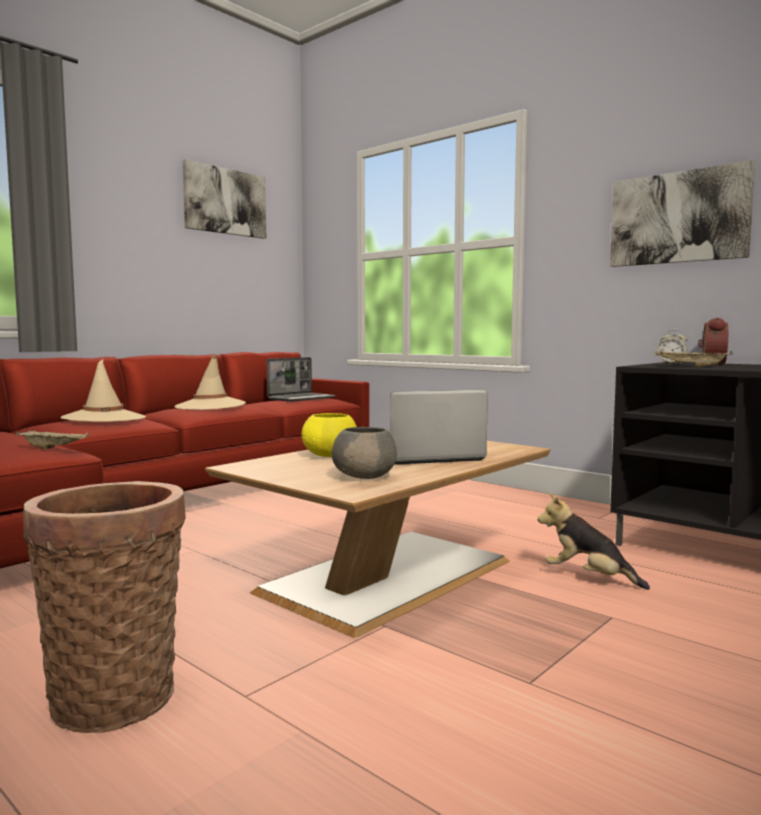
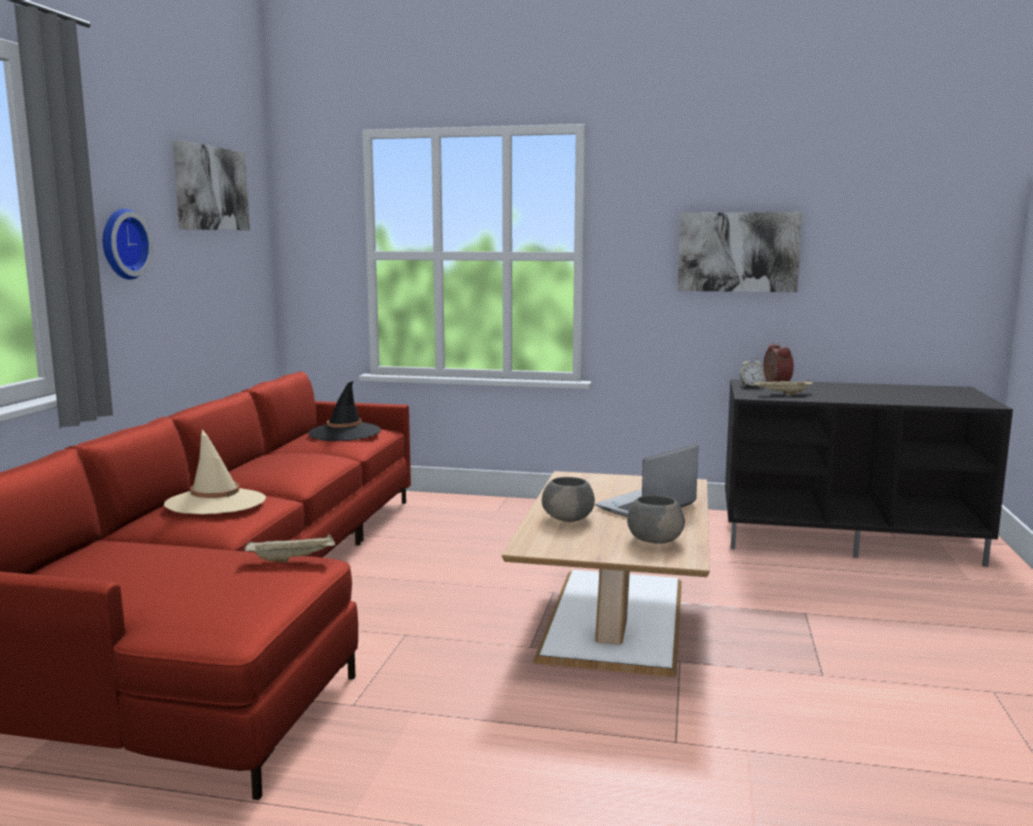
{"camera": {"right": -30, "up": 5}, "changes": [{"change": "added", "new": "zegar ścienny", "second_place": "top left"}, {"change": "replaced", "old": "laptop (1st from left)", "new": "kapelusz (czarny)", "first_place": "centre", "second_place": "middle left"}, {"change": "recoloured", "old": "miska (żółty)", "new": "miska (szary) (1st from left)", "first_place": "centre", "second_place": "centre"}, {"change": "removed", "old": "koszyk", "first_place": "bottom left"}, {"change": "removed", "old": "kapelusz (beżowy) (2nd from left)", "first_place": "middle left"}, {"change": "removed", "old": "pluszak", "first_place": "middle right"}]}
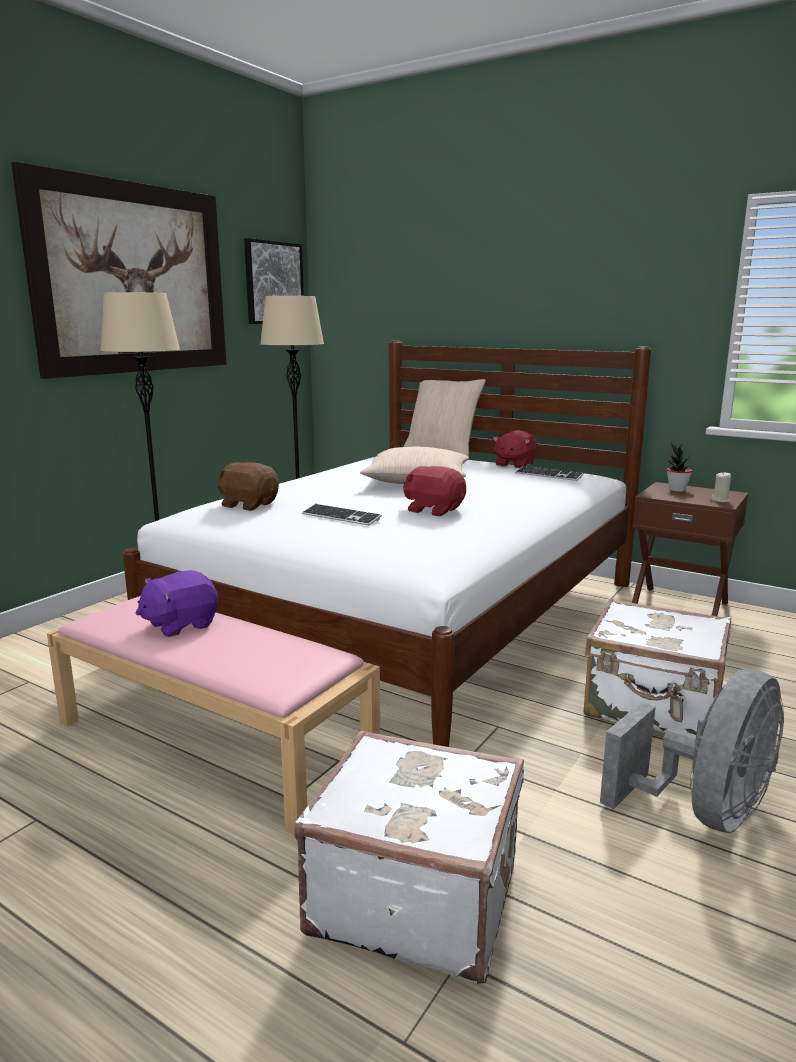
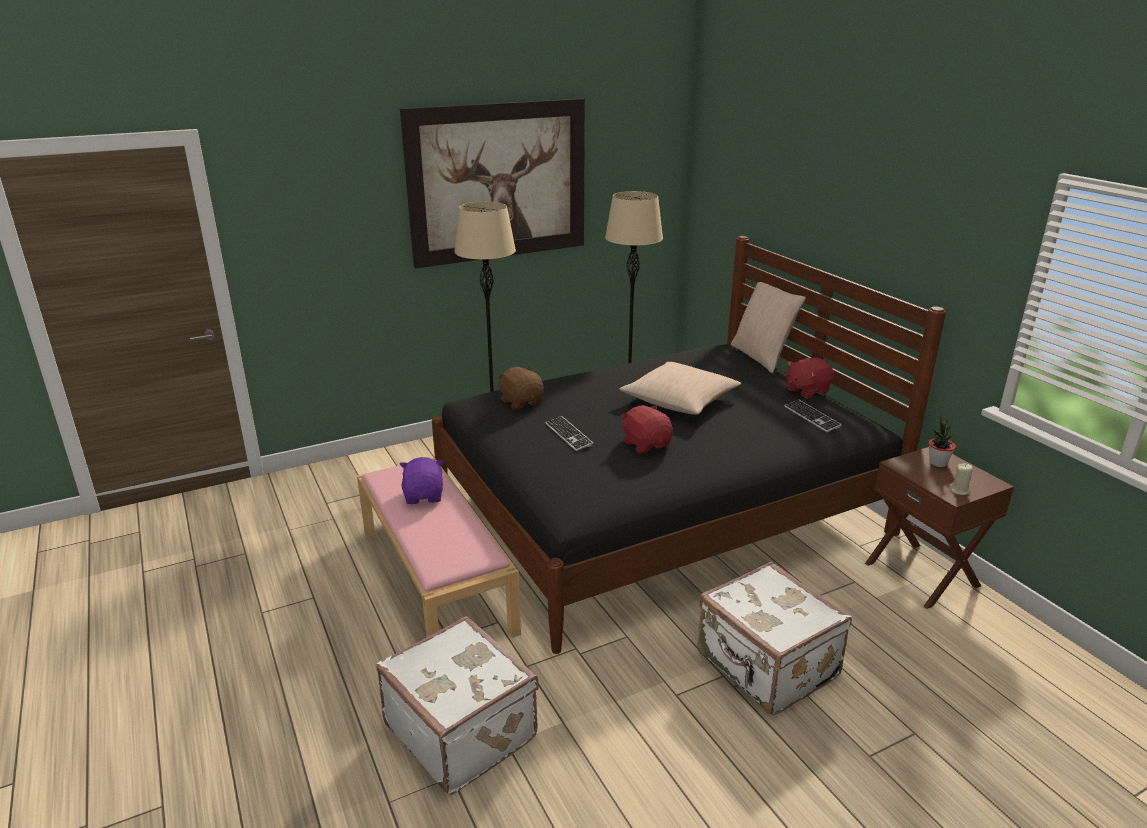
{"camera": {"right": 30, "up": 10}, "changes": [{"change": "turned", "old": "pluszak (fioletowy)", "first_place": "middle left", "second_place": "centre", "degrees": 90}, {"change": "recoloured", "old": "łóżko (biały)", "new": "łóżko (czarny)", "first_place": "centre", "second_place": "centre"}, {"change": "removed", "old": "obraz (2nd from left)", "first_place": "top centre"}, {"change": "removed", "old": "wentylator (szary)", "first_place": "bottom right"}]}
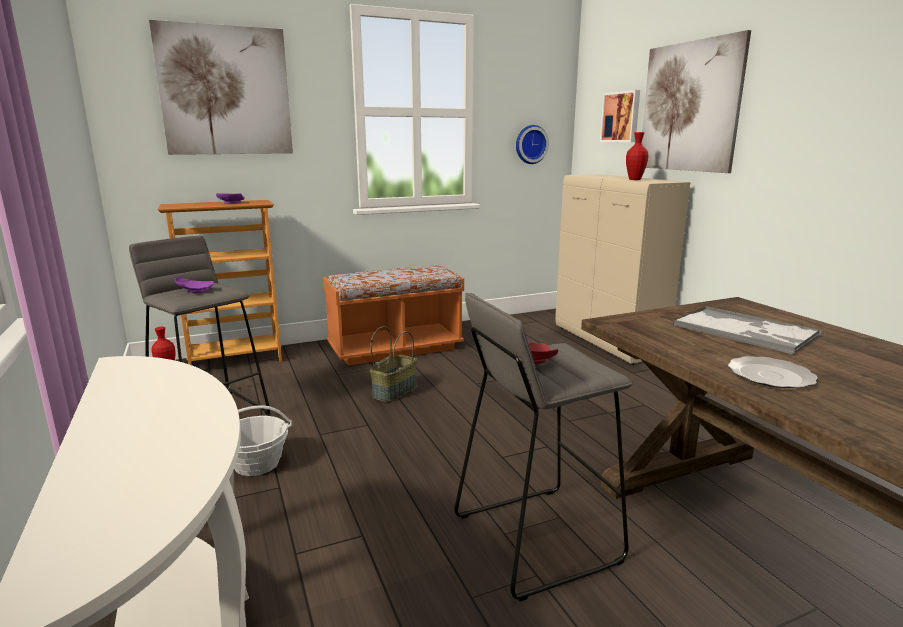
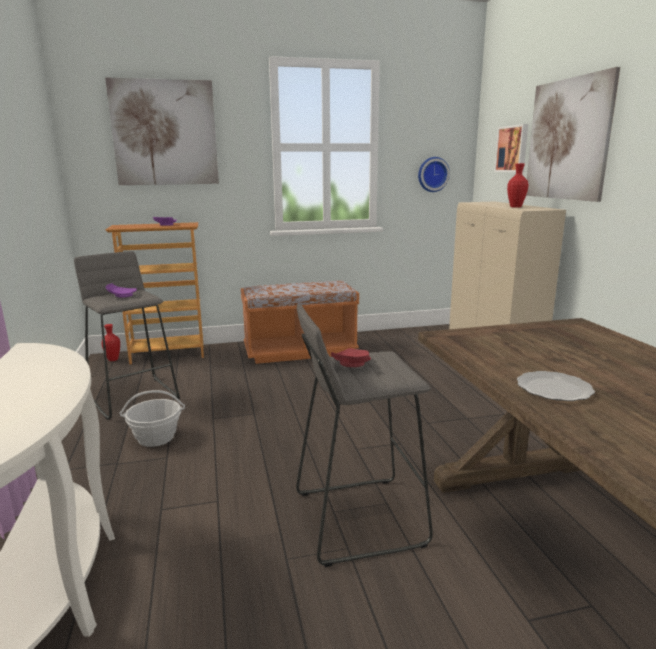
{"camera": {"right": 10, "up": 0}, "changes": [{"change": "removed", "old": "koszyk (2nd from left)", "first_place": "centre"}, {"change": "removed", "old": "taca", "first_place": "middle right"}]}
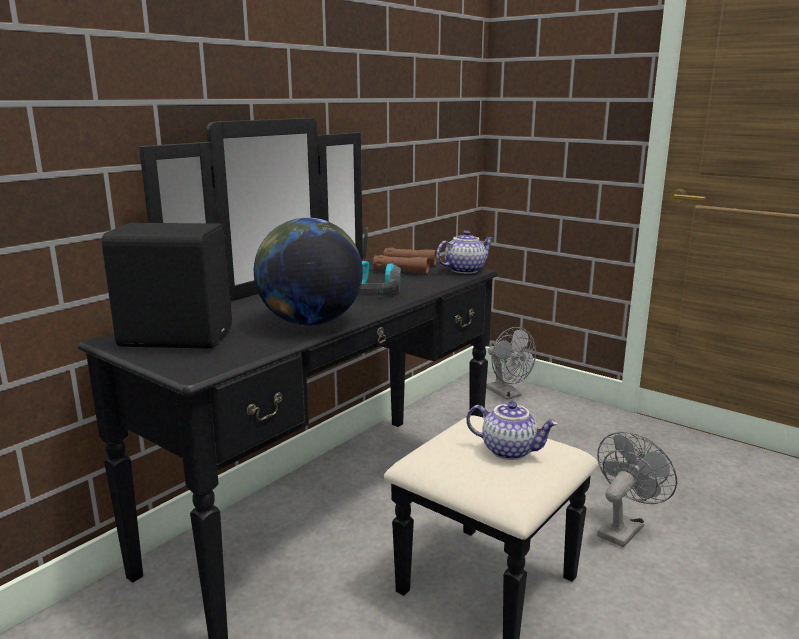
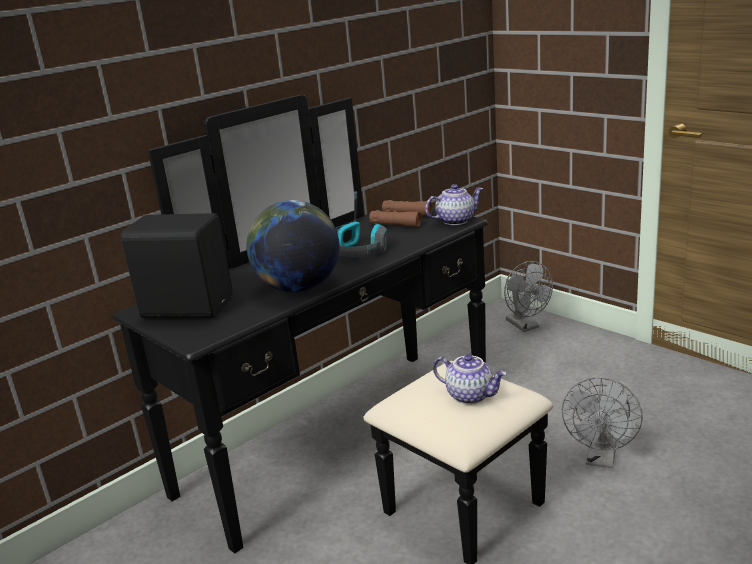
{"camera": {"right": 10, "up": 5}, "changes": [{"change": "turned", "old": "wentylator (szary) (2nd from left)", "first_place": "bottom right", "second_place": "bottom right", "degrees": 150}]}
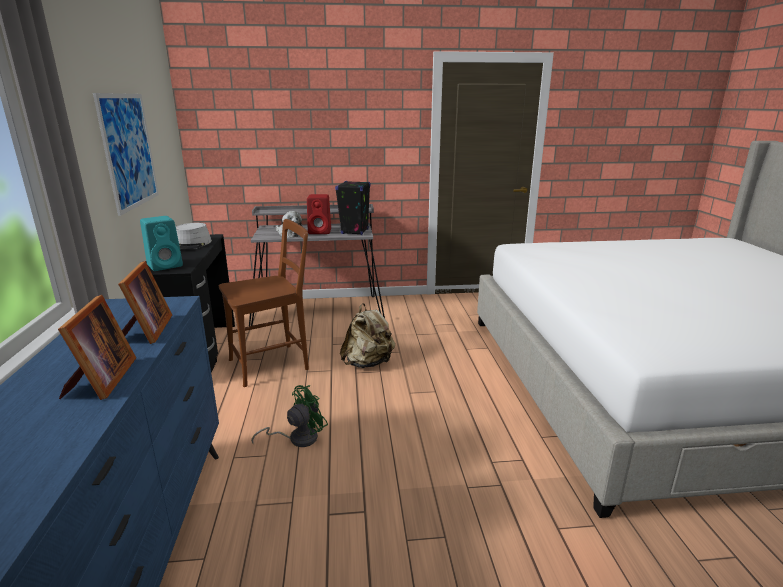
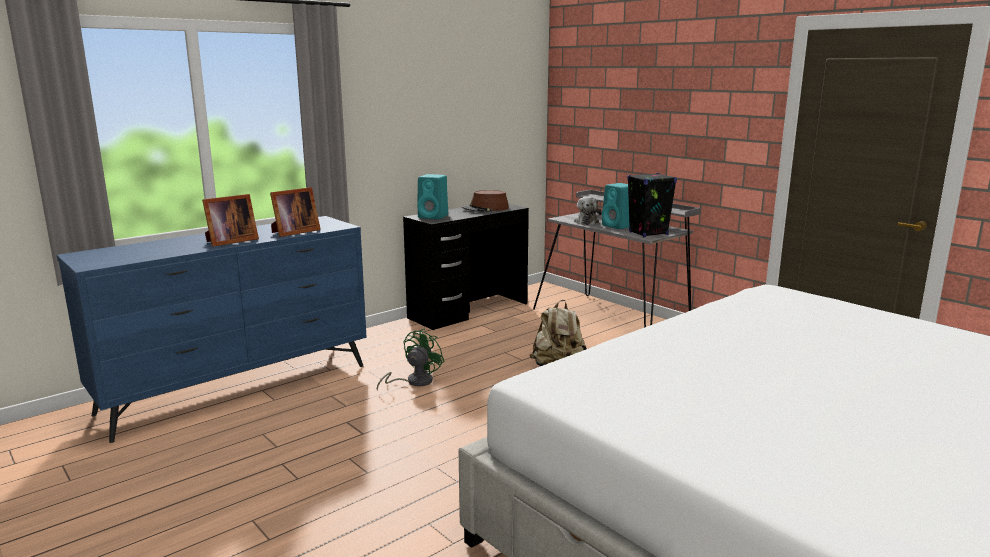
{"camera": {"right": 55, "up": -5}, "changes": [{"change": "turned", "old": "wentylator (zielony)", "first_place": "bottom centre", "second_place": "centre", "degrees": -75}, {"change": "recoloured", "old": "kapelusz (szary)", "new": "kapelusz (brązowy)", "first_place": "middle left", "second_place": "centre"}, {"change": "recoloured", "old": "głośnik (czerwony)", "new": "głośnik (turkusowy) (2nd from left)", "first_place": "centre", "second_place": "centre"}, {"change": "removed", "old": "obraz", "first_place": "top left"}, {"change": "removed", "old": "krzesło (brązowy)", "first_place": "centre"}]}
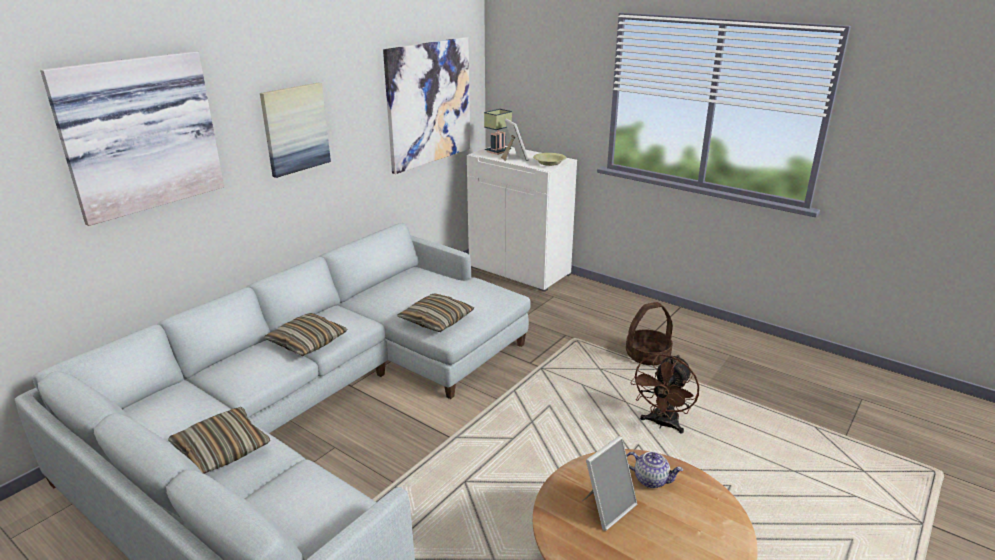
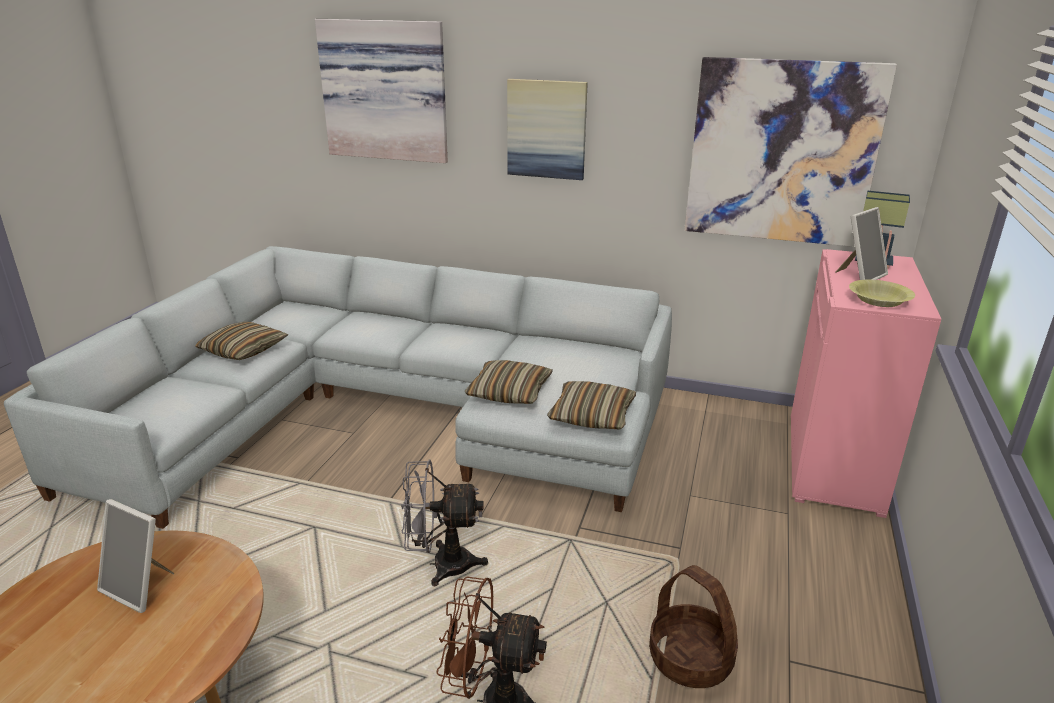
{"camera": {"right": 70, "up": 0}, "changes": [{"change": "added", "new": "wentylator (szary)", "second_place": "bottom centre"}, {"change": "moved", "old": "poduszka (2nd from left in the first image)", "new": "poduszka (3rd from left)", "first_place": "middle left", "second_place": "centre"}, {"change": "recoloured", "old": "szafka (biały)", "new": "szafka (różowy)", "first_place": "centre", "second_place": "middle right"}, {"change": "removed", "old": "imbryk", "first_place": "bottom centre"}]}
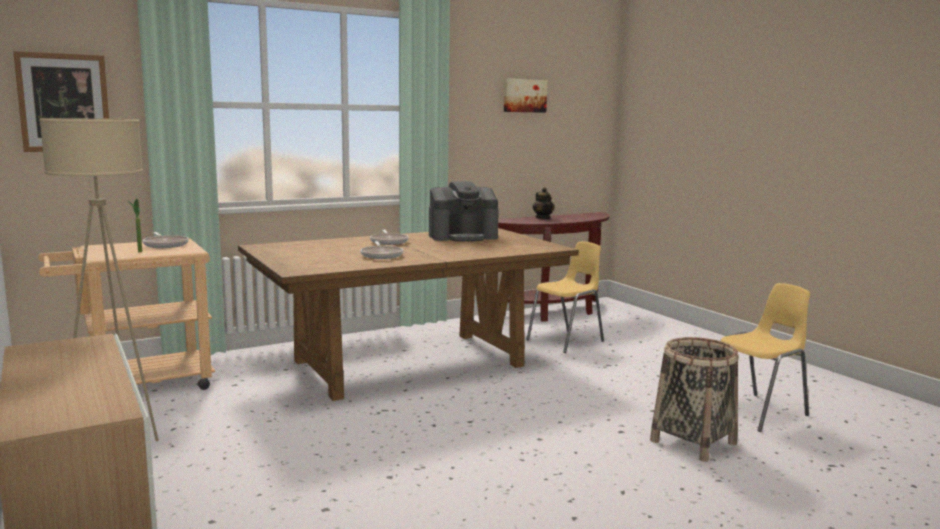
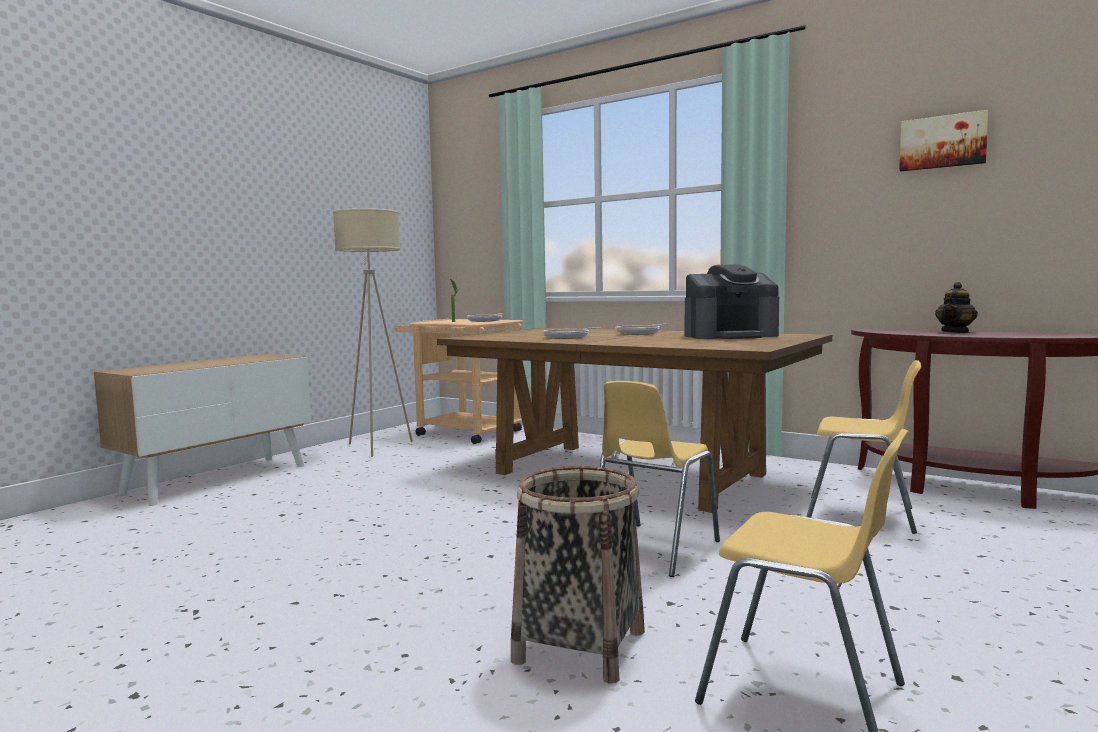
{"camera": {"right": 65, "up": -5}, "changes": [{"change": "added", "new": "krzesło (żółty) (1st from left)", "second_place": "centre"}, {"change": "turned", "old": "ekspres do kawy", "first_place": "centre", "second_place": "middle right", "degrees": -60}, {"change": "removed", "old": "obraz (1st from left)", "first_place": "top left"}]}
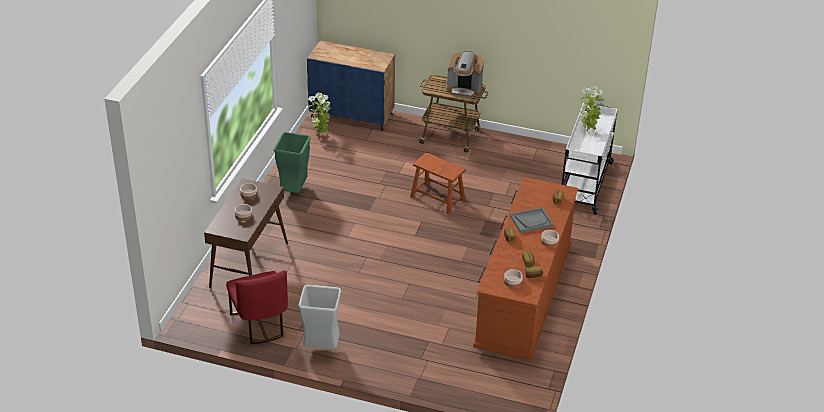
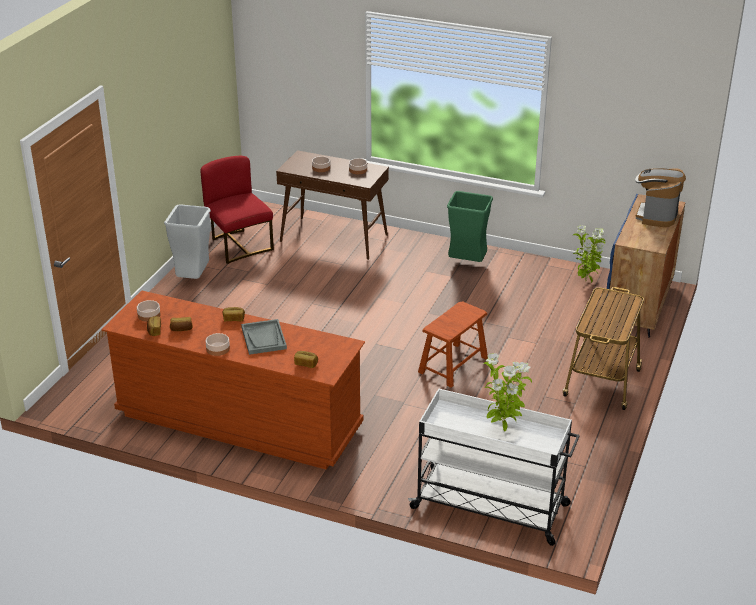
{"camera": {"right": 95, "up": -5}, "changes": [{"change": "turned", "old": "krzesło (czerwony)", "first_place": "bottom left", "second_place": "middle left", "degrees": 75}, {"change": "moved", "old": "ekspres do kawy", "first_place": "top centre", "second_place": "top right"}]}
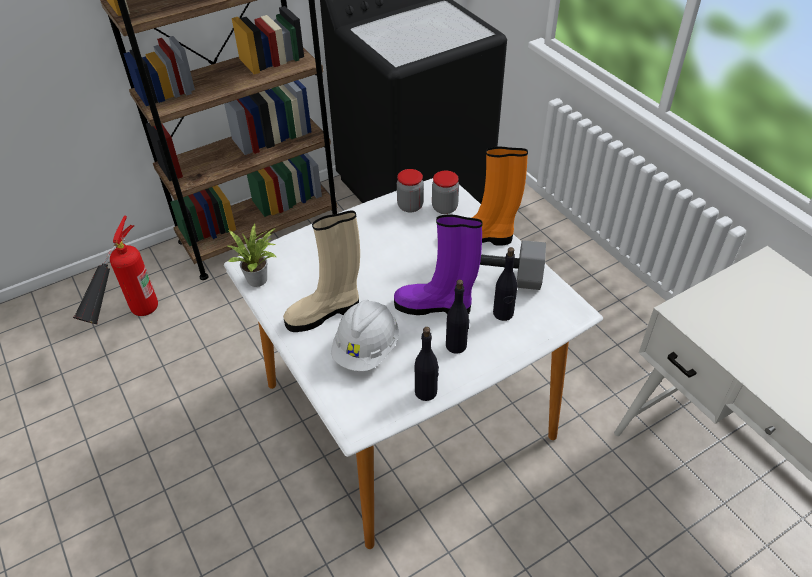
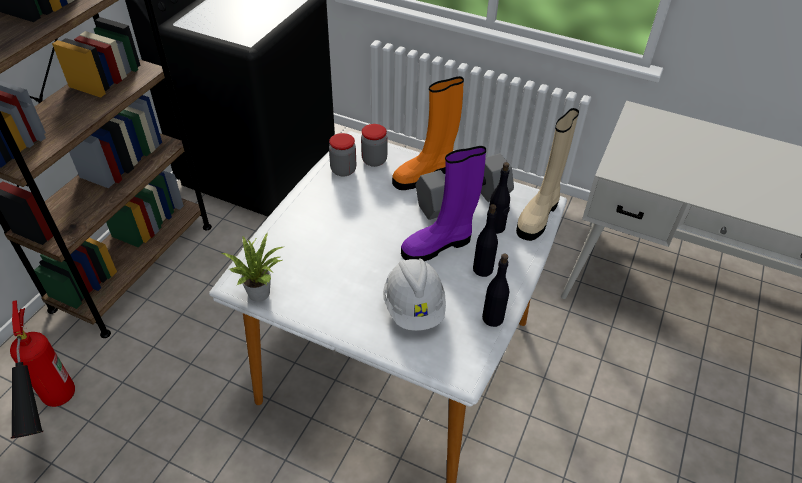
{"camera": {"right": -35, "up": 0}, "changes": [{"change": "moved", "old": "but z cholewką (beżowy)", "first_place": "centre", "second_place": "middle right"}]}
